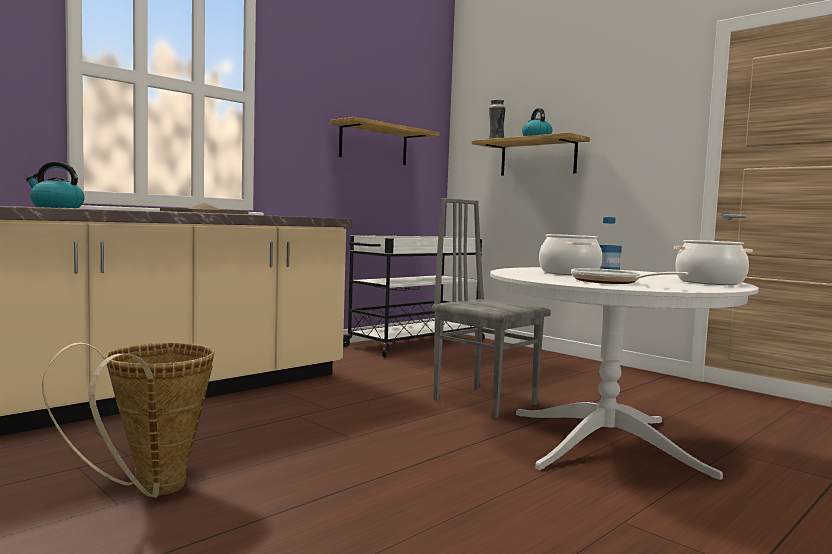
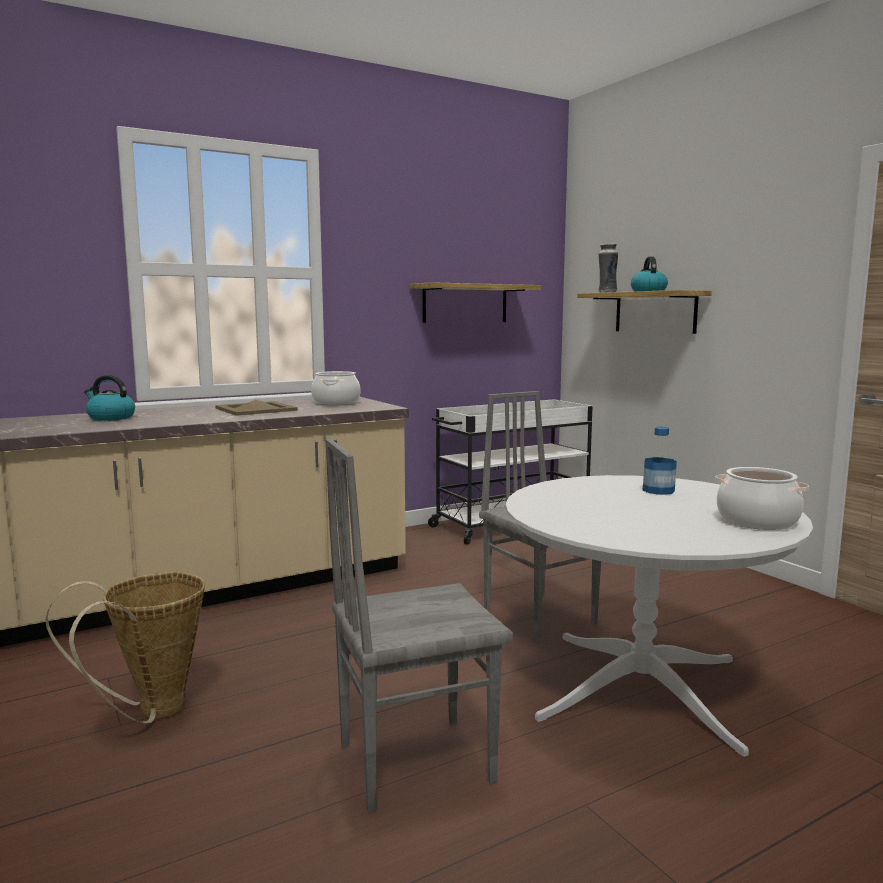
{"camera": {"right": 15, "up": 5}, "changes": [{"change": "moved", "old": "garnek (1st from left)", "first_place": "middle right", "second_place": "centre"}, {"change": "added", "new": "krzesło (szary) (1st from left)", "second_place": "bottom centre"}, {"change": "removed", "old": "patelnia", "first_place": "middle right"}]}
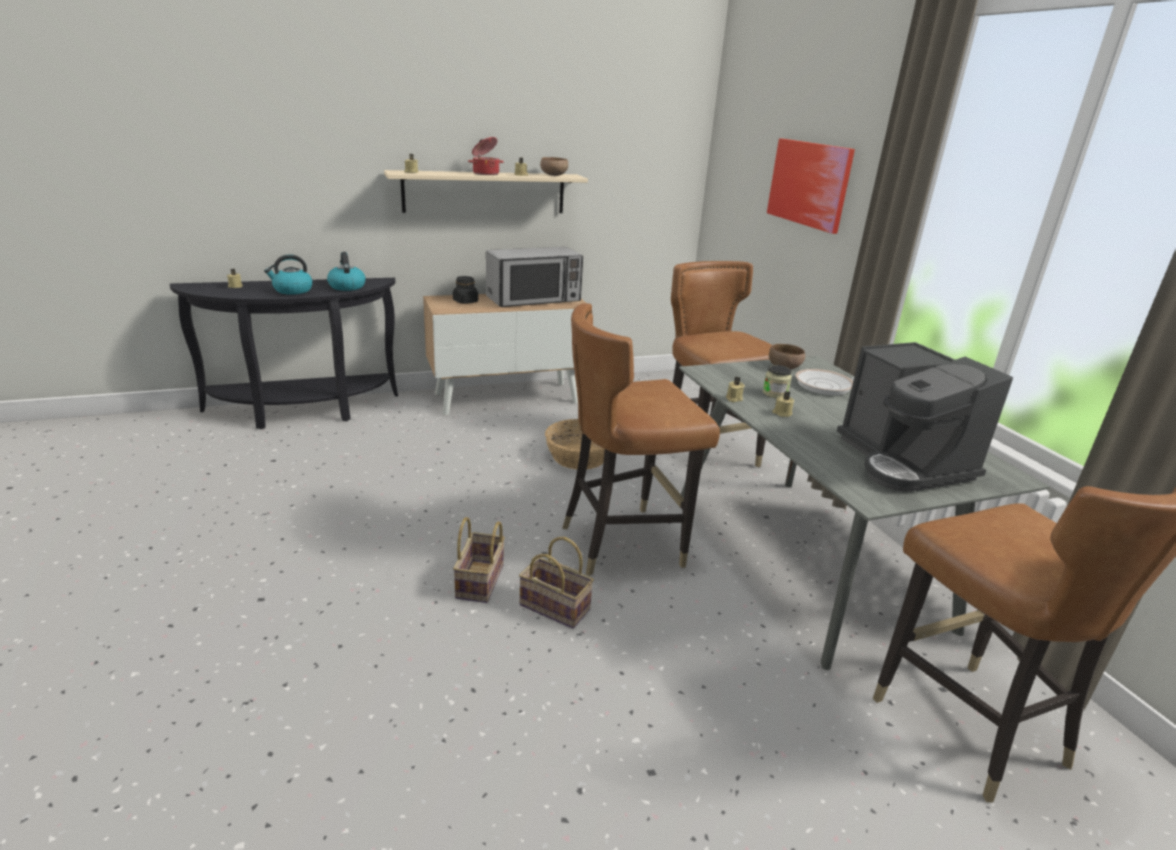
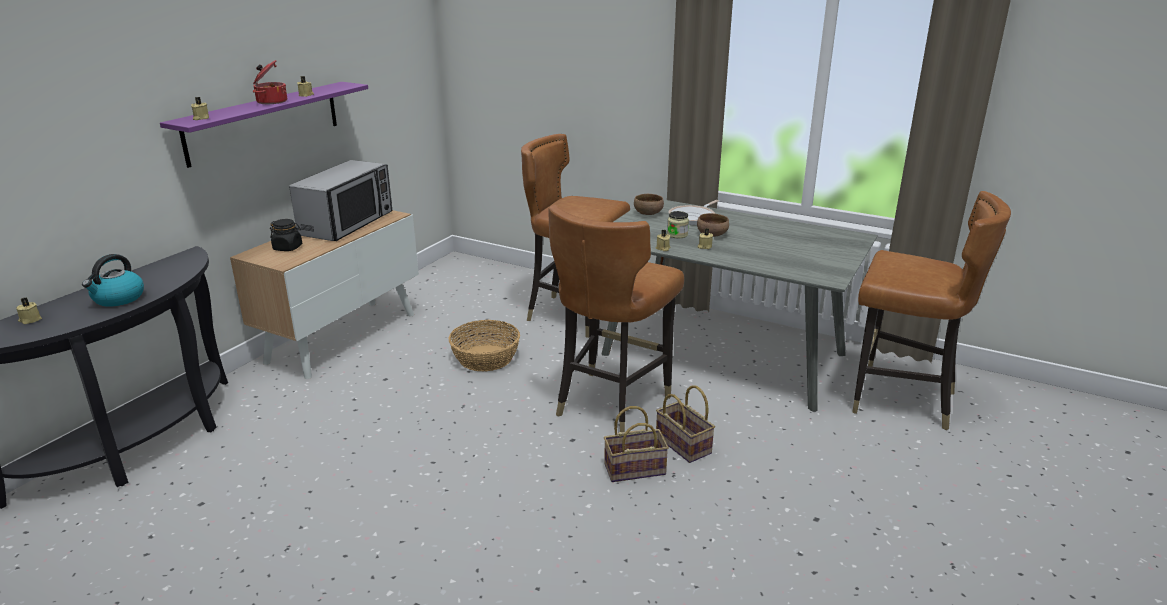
{"camera": {"right": -40, "up": 0}, "changes": [{"change": "recoloured", "old": "półka (beżowy)", "new": "półka (fioletowy)", "first_place": "top centre", "second_place": "top left"}, {"change": "moved", "old": "koszyk (1st from left in the first image)", "new": "koszyk (3rd from left)", "first_place": "centre", "second_place": "bottom centre"}, {"change": "moved", "old": "miska (brązowy) (1st from left in the first image)", "new": "miska (brązowy) (2nd from left)", "first_place": "top centre", "second_place": "centre"}, {"change": "removed", "old": "czajnik (2nd from left)", "first_place": "top left"}, {"change": "removed", "old": "obraz", "first_place": "top right"}, {"change": "removed", "old": "ekspres do kawy", "first_place": "middle right"}]}
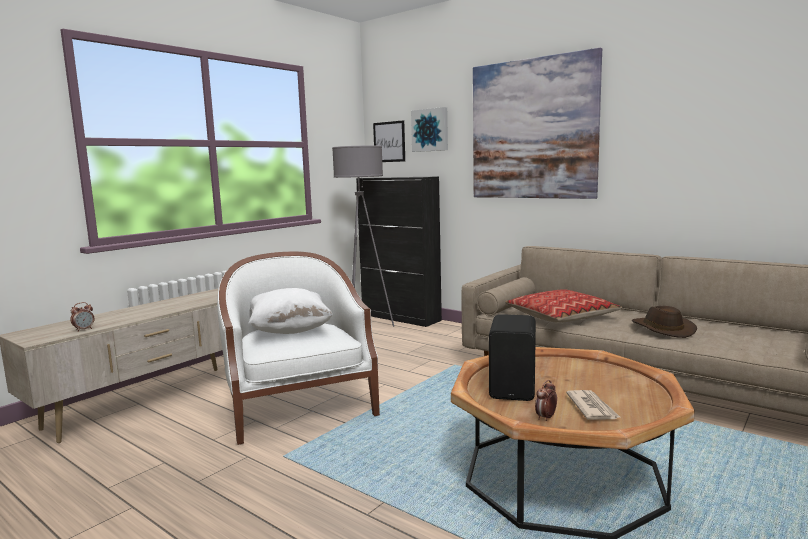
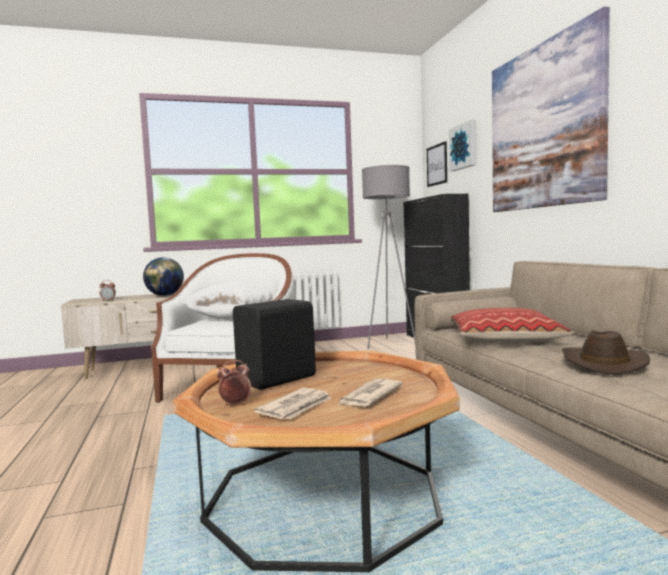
{"camera": {"right": 35, "up": -5}, "changes": [{"change": "added", "new": "globus", "second_place": "middle left"}, {"change": "added", "new": "gazeta (2nd from left)", "second_place": "bottom centre"}]}
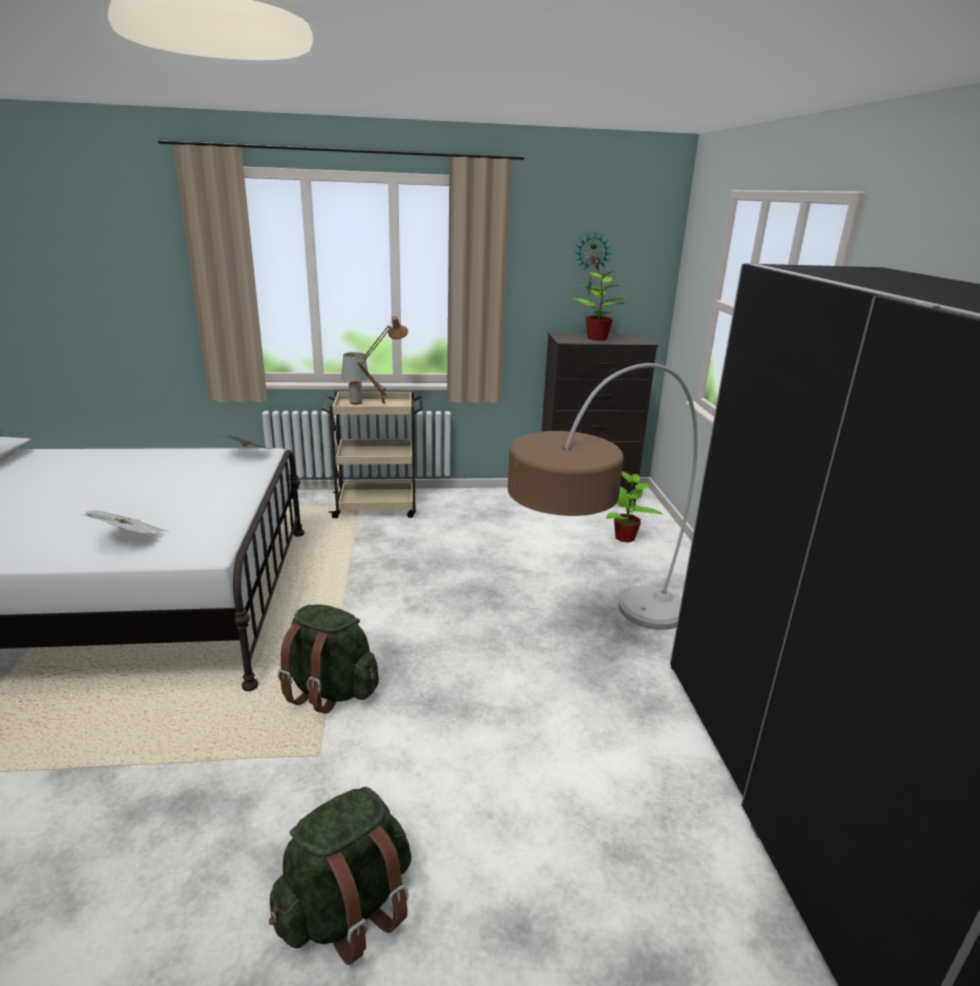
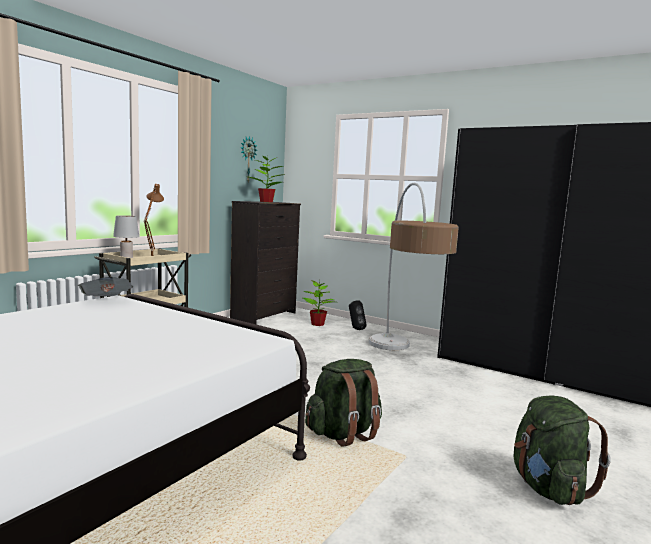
{"camera": {"right": -50, "up": -15}, "changes": [{"change": "added", "new": "głośnik (czarny)", "second_place": "centre"}, {"change": "removed", "old": "gazeta (1st from left)", "first_place": "middle left"}]}
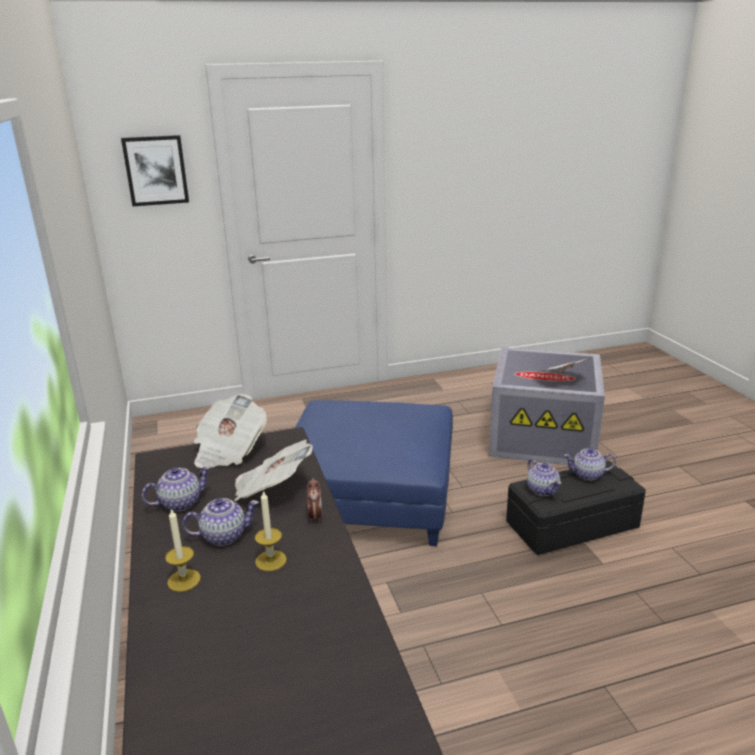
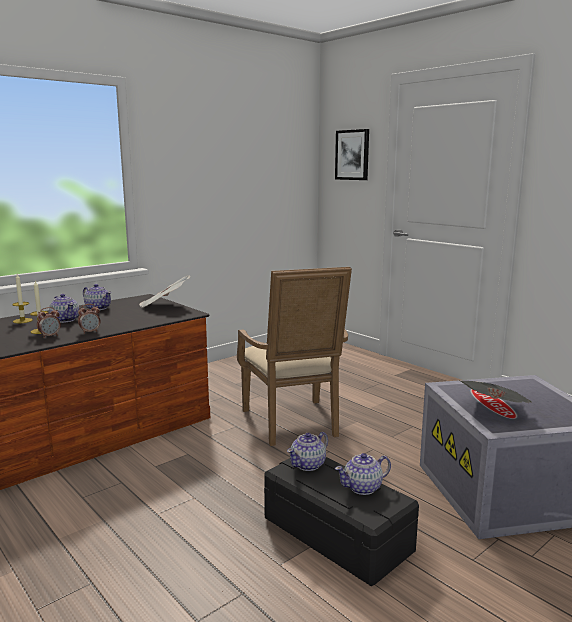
{"camera": {"right": 65, "up": -10}, "changes": [{"change": "added", "new": "budzik (1st from left)", "second_place": "middle left"}, {"change": "replaced", "old": "pufa (niebieski)", "new": "fotel (beżowy)", "first_place": "centre", "second_place": "centre"}, {"change": "turned", "old": "imbryk (4th from left)", "first_place": "middle right", "second_place": "bottom centre", "degrees": -90}, {"change": "removed", "old": "gazeta (2nd from left)", "first_place": "centre"}]}
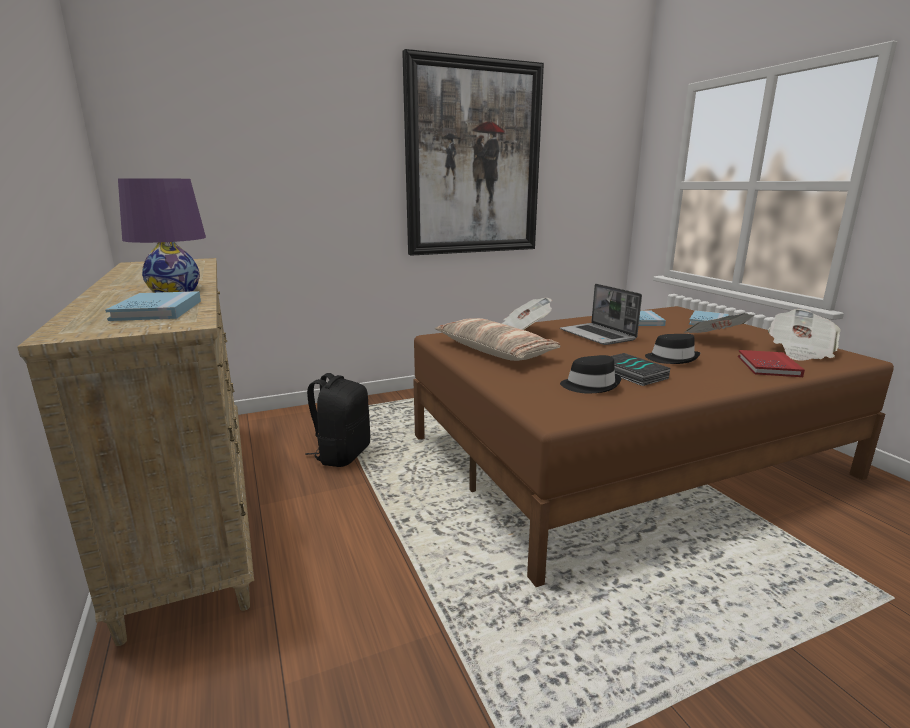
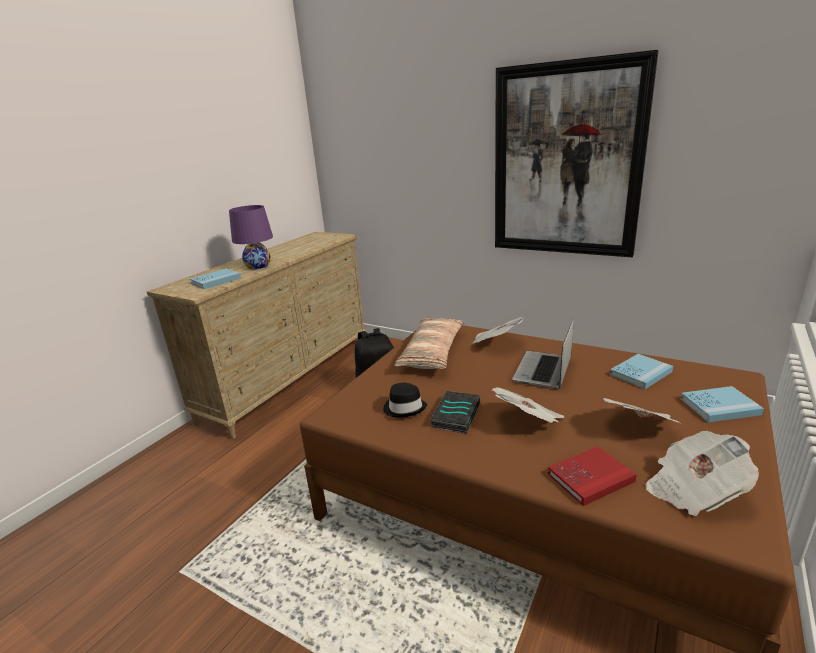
{"camera": {"right": 55, "up": 5}, "changes": [{"change": "replaced", "old": "kapelusz (czarny) (2nd from left)", "new": "gazeta (2nd from left)", "first_place": "middle right", "second_place": "centre"}]}
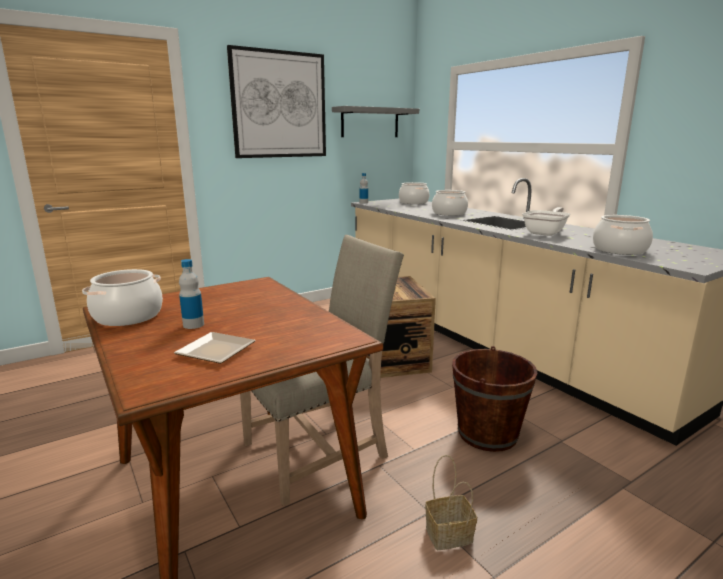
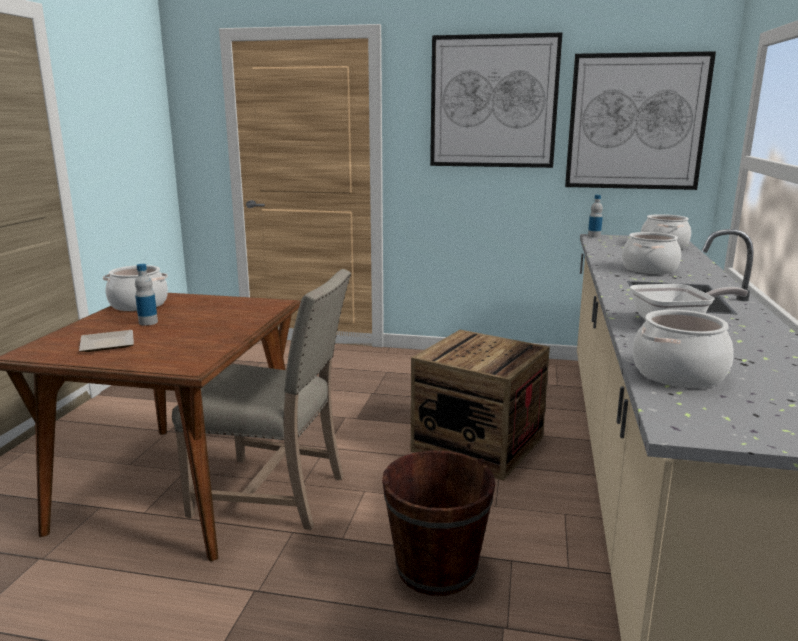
{"camera": {"right": 45, "up": 0}, "changes": [{"change": "replaced", "old": "półka (szary)", "new": "obraz (2nd from left)", "first_place": "top centre", "second_place": "top right"}, {"change": "removed", "old": "koszyk", "first_place": "bottom centre"}]}
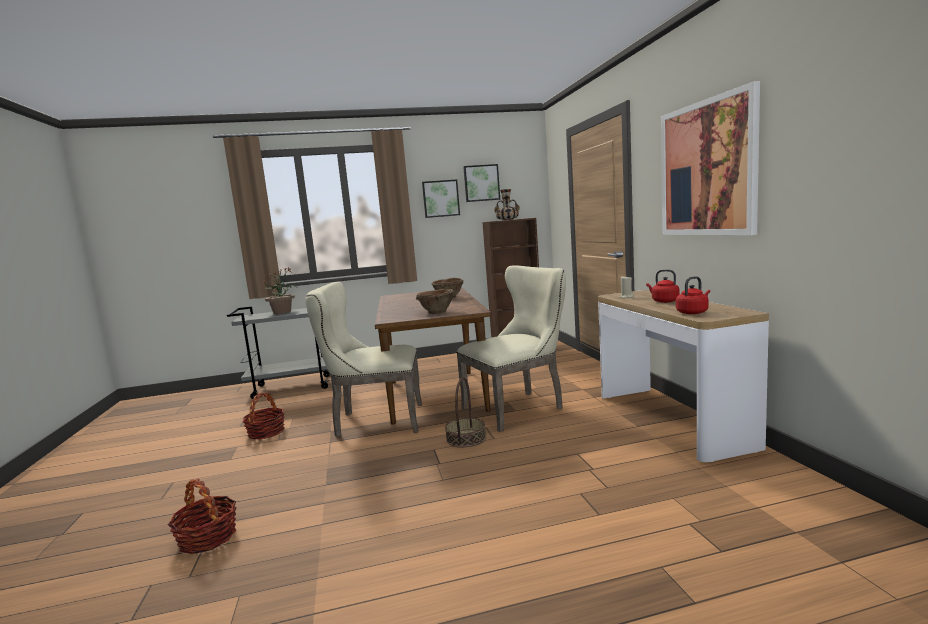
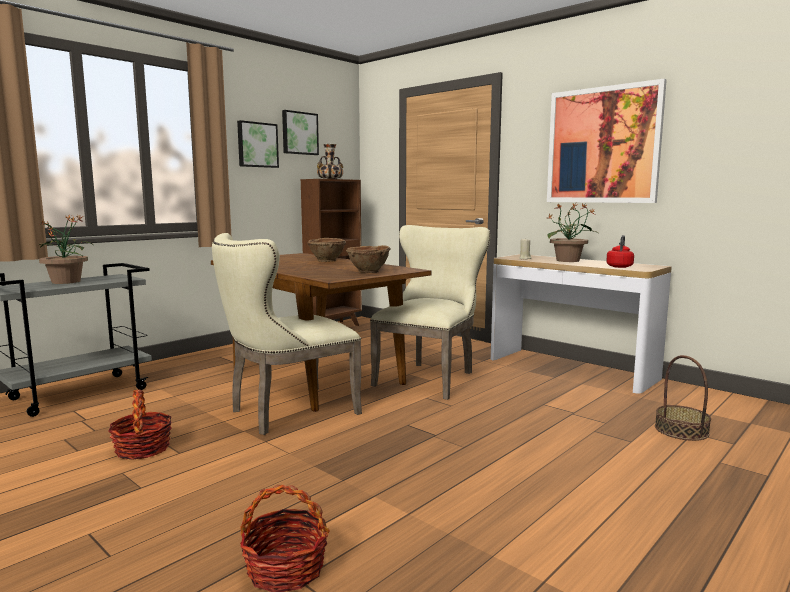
{"camera": {"right": -35, "up": 0}, "changes": [{"change": "replaced", "old": "czajnik (czerwony) (1st from left)", "new": "roślina doniczkowa (2nd from left)", "first_place": "middle right", "second_place": "middle right"}, {"change": "moved", "old": "koszyk (3rd from left)", "first_place": "centre", "second_place": "bottom right"}]}
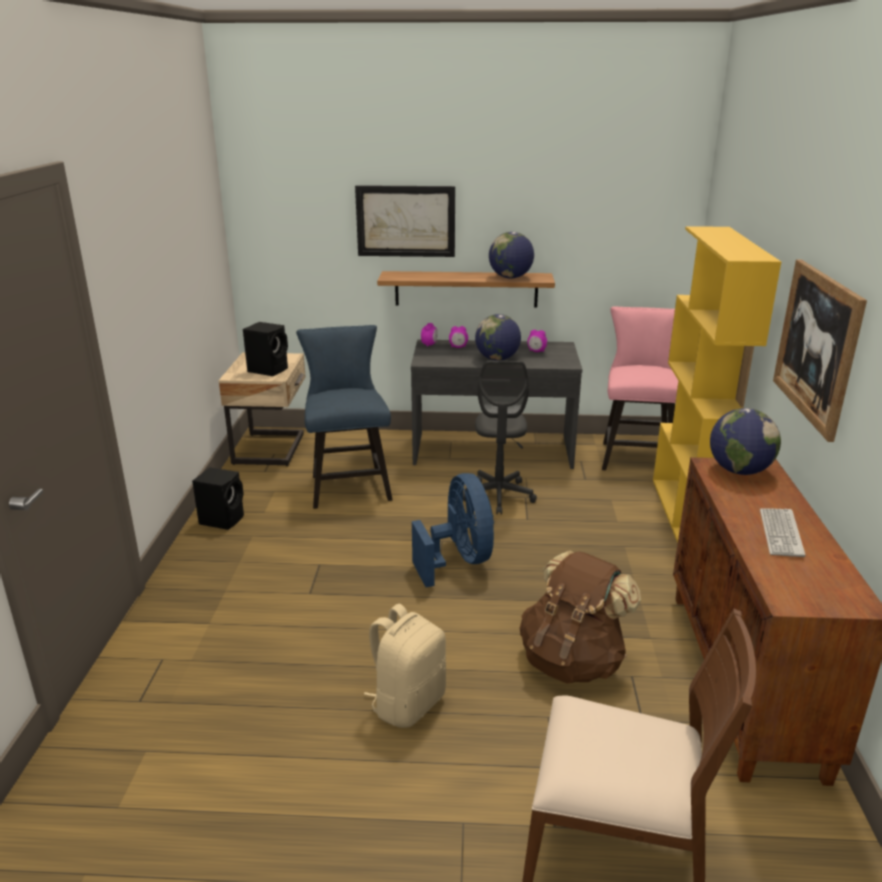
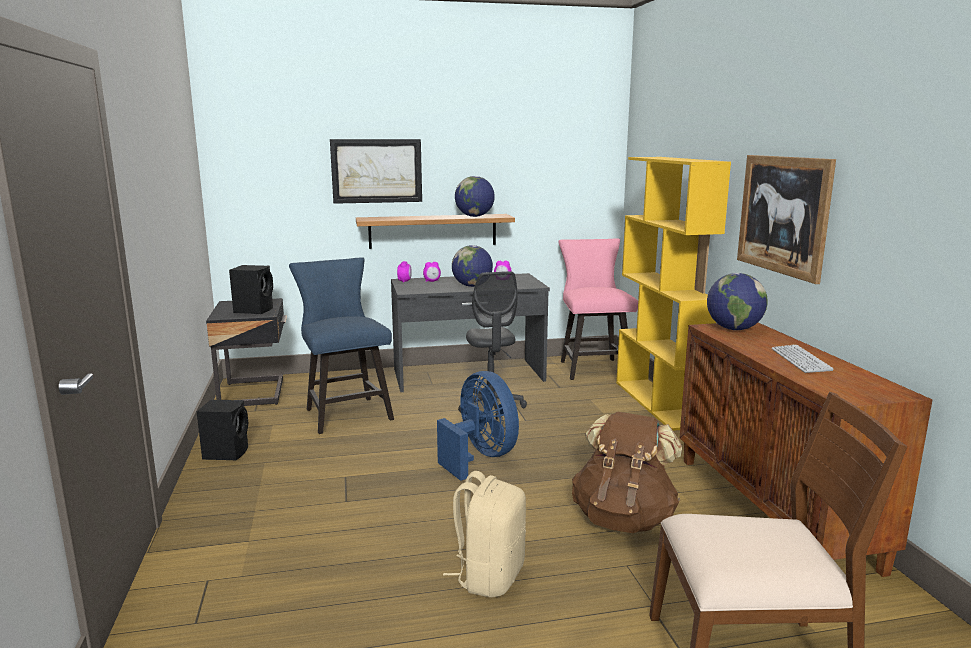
{"camera": {"right": -15, "up": -10}, "changes": [{"change": "recoloured", "old": "szafka nocna (beżowy)", "new": "szafka nocna (czarny)", "first_place": "middle left", "second_place": "middle left"}]}
